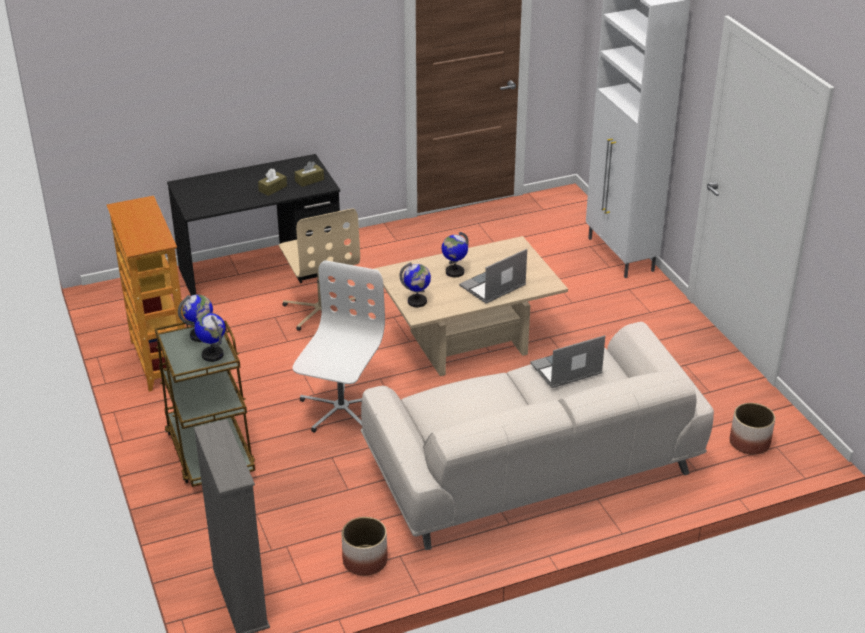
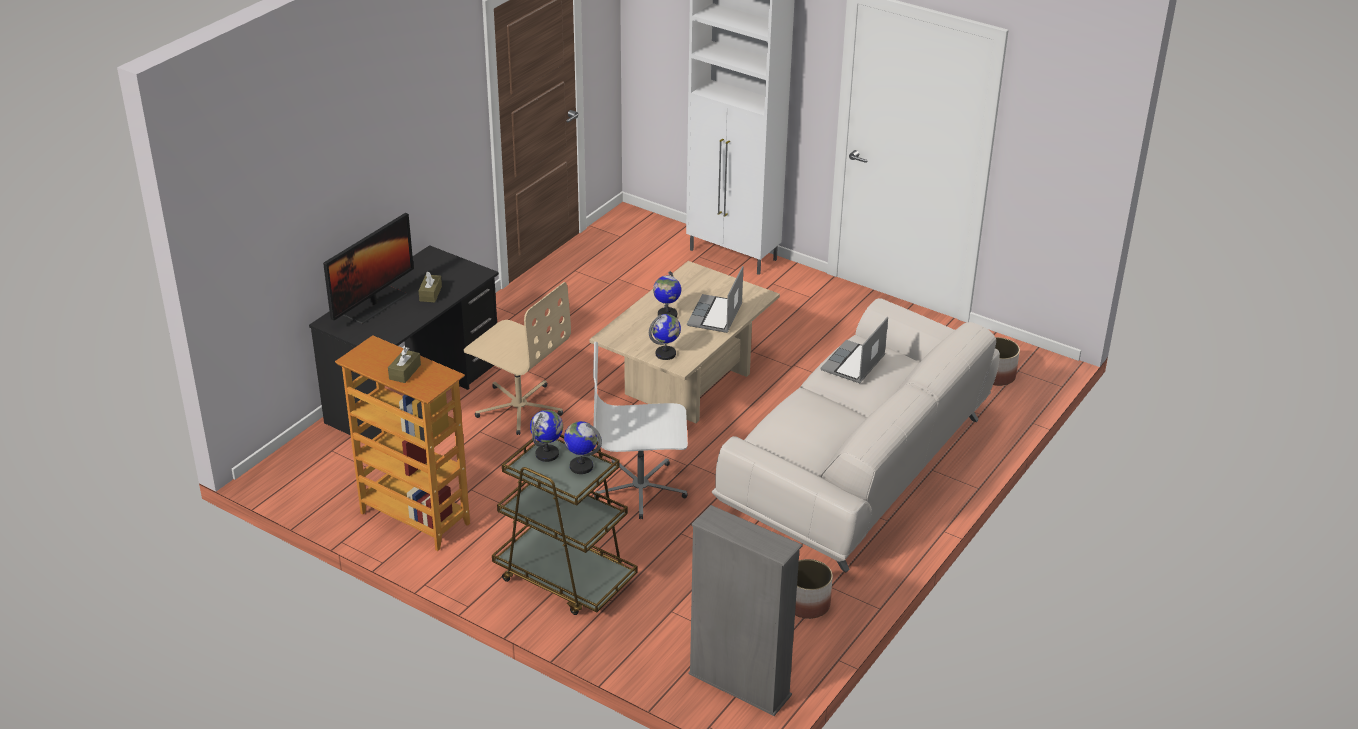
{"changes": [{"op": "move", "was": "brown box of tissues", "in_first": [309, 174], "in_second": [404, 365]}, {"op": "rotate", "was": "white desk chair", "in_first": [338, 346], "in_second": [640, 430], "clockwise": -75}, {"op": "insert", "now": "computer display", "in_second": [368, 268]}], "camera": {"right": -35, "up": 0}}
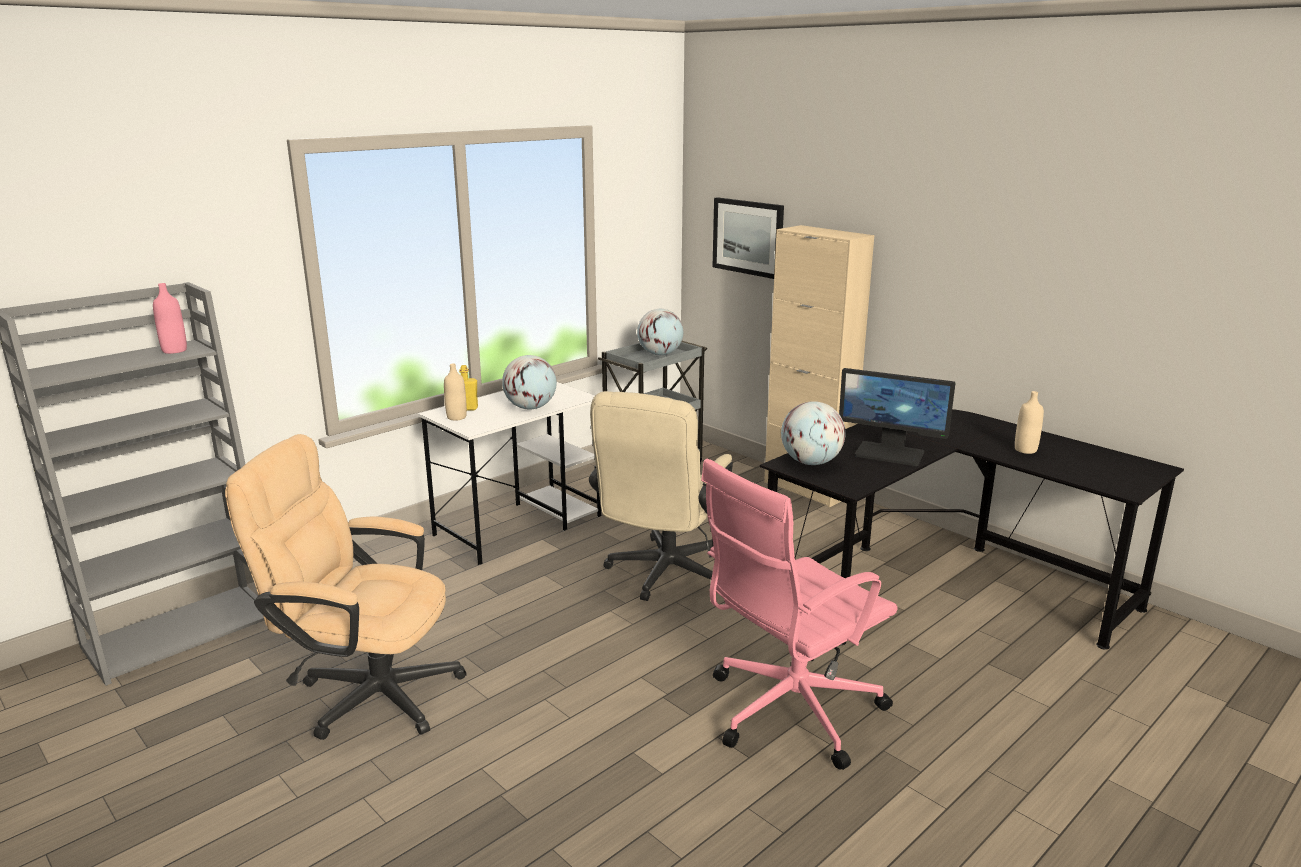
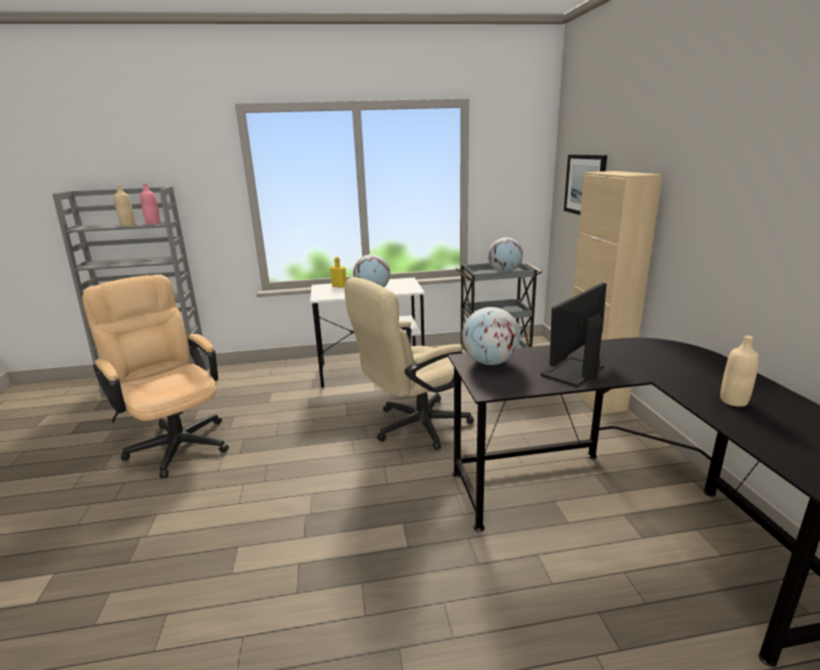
{"changes": [{"op": "move", "was": "sand-coloured bottle", "in_first": [455, 392], "in_second": [124, 205]}, {"op": "rotate", "was": "computer display", "in_first": [897, 417], "in_second": [573, 335], "clockwise": 75}, {"op": "delete", "was": "pink-coloured desk chair", "in_first": [799, 614]}], "camera": {"right": 35, "up": 0}}
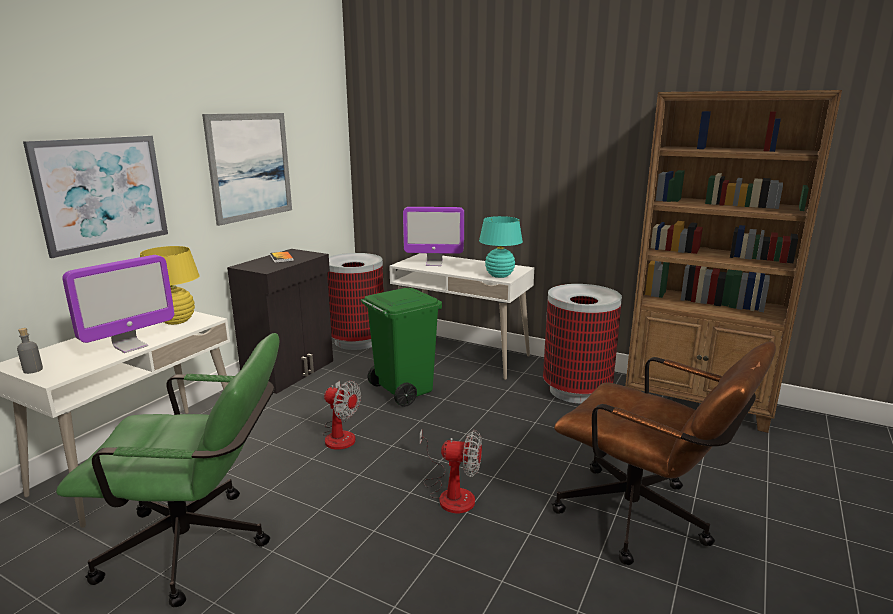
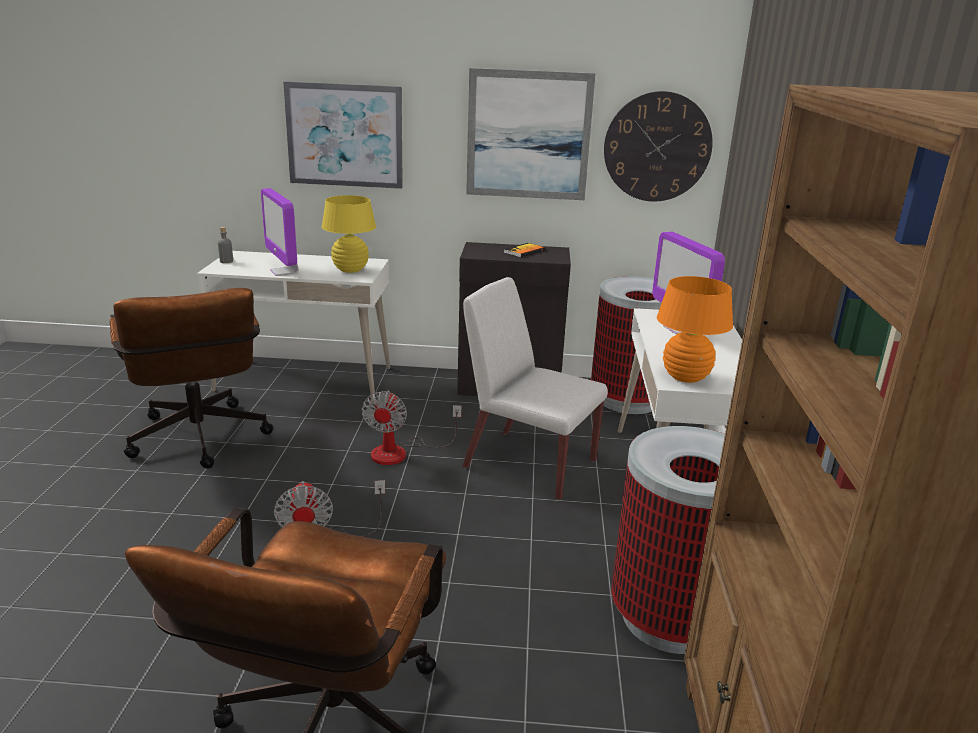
{"changes": [{"op": "recolor", "was": "turquoise-coloured lamp for a table", "now": "orange lamp for a table", "in_first": [501, 247], "in_second": [695, 329]}, {"op": "rotate", "was": "computer display", "in_first": [118, 304], "in_second": [280, 232], "clockwise": 45}, {"op": "replace", "was": "greenish rubbish bin", "now": "white plain chair", "in_first": [401, 347], "in_second": [535, 388]}, {"op": "recolor", "was": "greenish desk chair", "now": "brown desk chair", "in_first": [168, 470], "in_second": [191, 378]}, {"op": "insert", "now": "hanging clock", "in_second": [658, 146]}], "camera": {"right": 65, "up": 5}}
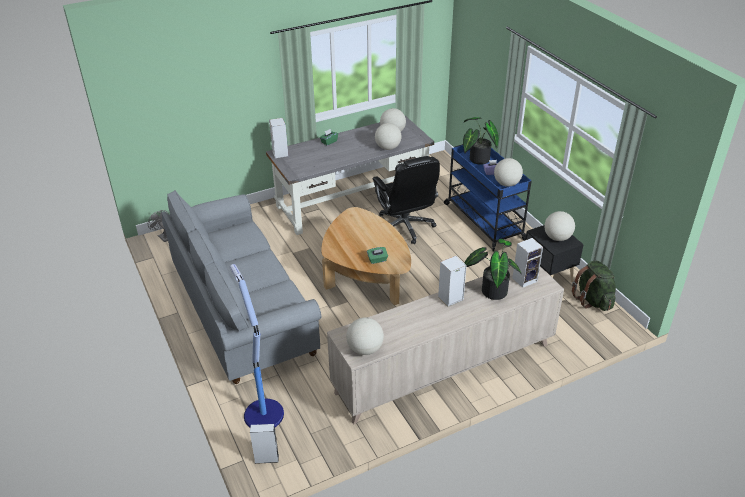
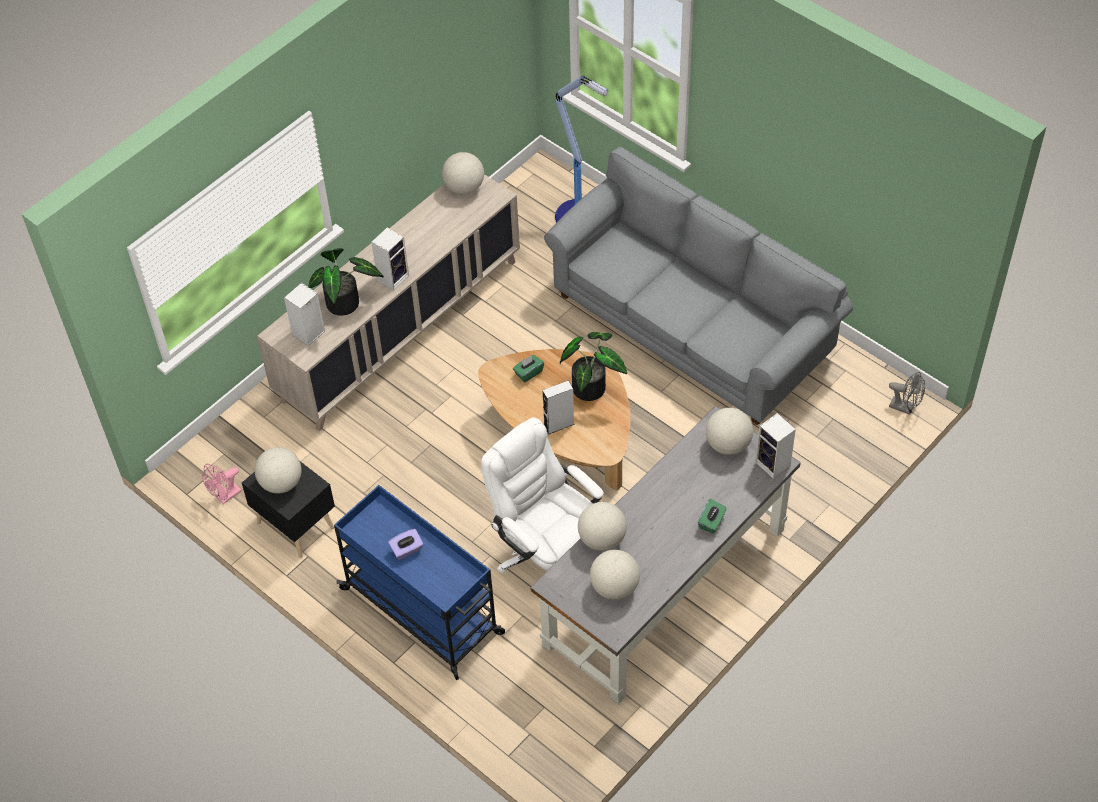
{"changes": [{"op": "move", "was": "houseplant", "in_first": [481, 141], "in_second": [593, 366]}, {"op": "recolor", "was": "blackish desk chair", "now": "white desk chair", "in_first": [406, 200], "in_second": [542, 495]}, {"op": "move", "was": "world globe", "in_first": [508, 172], "in_second": [729, 431]}, {"op": "replace", "was": "greenish knapsack", "now": "pink-coloured cooling fan", "in_first": [594, 286], "in_second": [222, 484]}, {"op": "move", "was": "grey speaker", "in_first": [264, 444], "in_second": [558, 408]}], "camera": {"right": 160, "up": 15}}
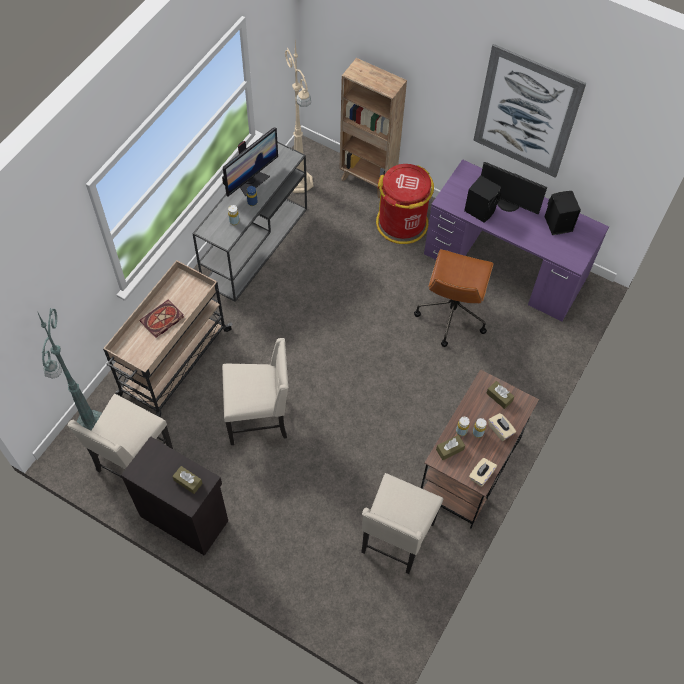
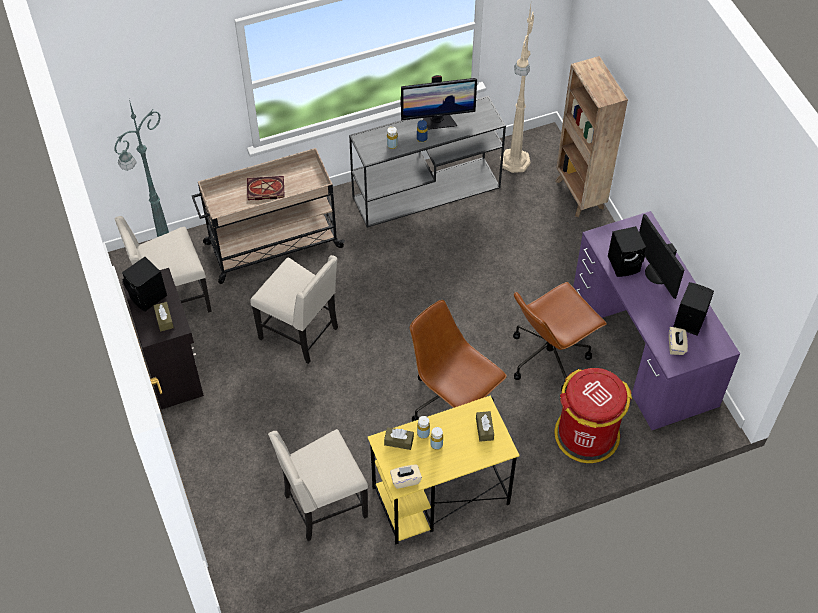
{"changes": [{"op": "delete", "was": "wall art", "in_first": [529, 111]}, {"op": "move", "was": "reddish rubbish bin", "in_first": [405, 204], "in_second": [593, 415]}, {"op": "recolor", "was": "brown desk unit", "now": "yellowish desk unit", "in_first": [480, 448], "in_second": [444, 470]}, {"op": "move", "was": "sand-coloured box of tissues", "in_first": [502, 427], "in_second": [678, 341]}, {"op": "insert", "now": "blackish speaker", "in_second": [144, 284]}, {"op": "insert", "now": "brown desk chair", "in_second": [458, 361]}], "camera": {"right": 40, "up": -5}}
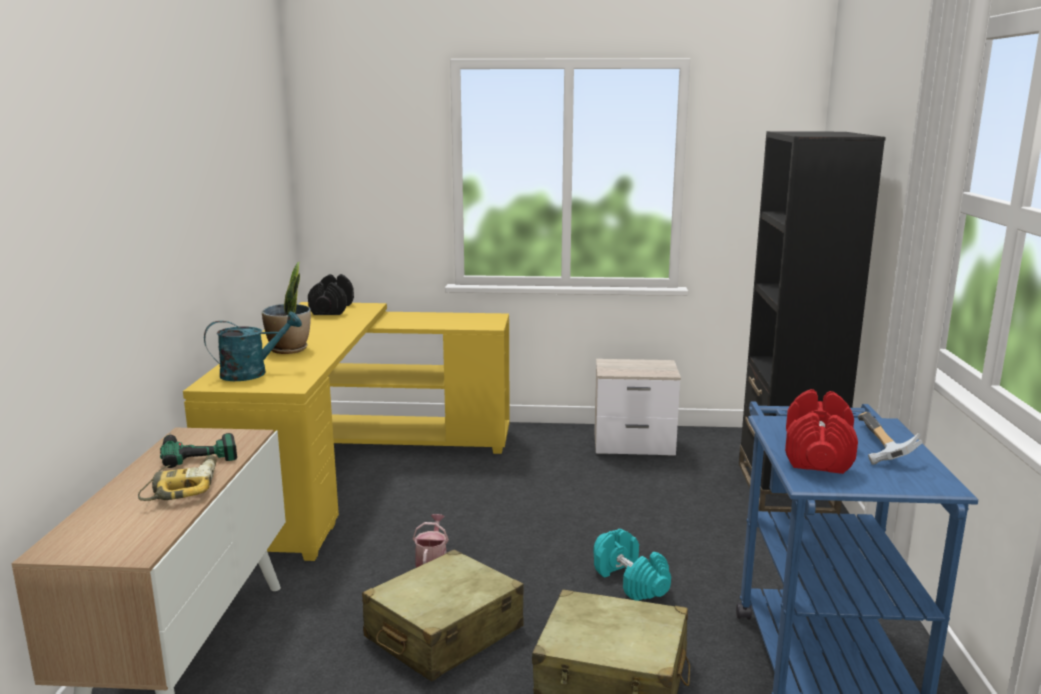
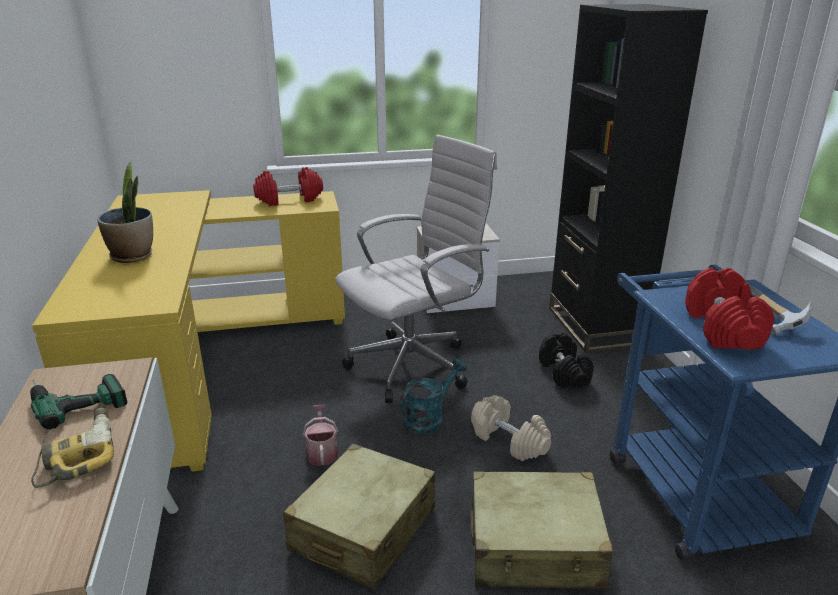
{"changes": [{"op": "move", "was": "blackish hand weight", "in_first": [331, 294], "in_second": [566, 360]}, {"op": "move", "was": "turquoise-coloured watering pot", "in_first": [253, 346], "in_second": [433, 396]}, {"op": "recolor", "was": "turquoise-coloured hand weight", "now": "sand-coloured hand weight", "in_first": [632, 565], "in_second": [511, 428]}, {"op": "insert", "now": "white desk chair", "in_second": [416, 268]}, {"op": "insert", "now": "reddish hand weight", "in_second": [288, 186]}], "camera": {"right": -15, "up": 10}}
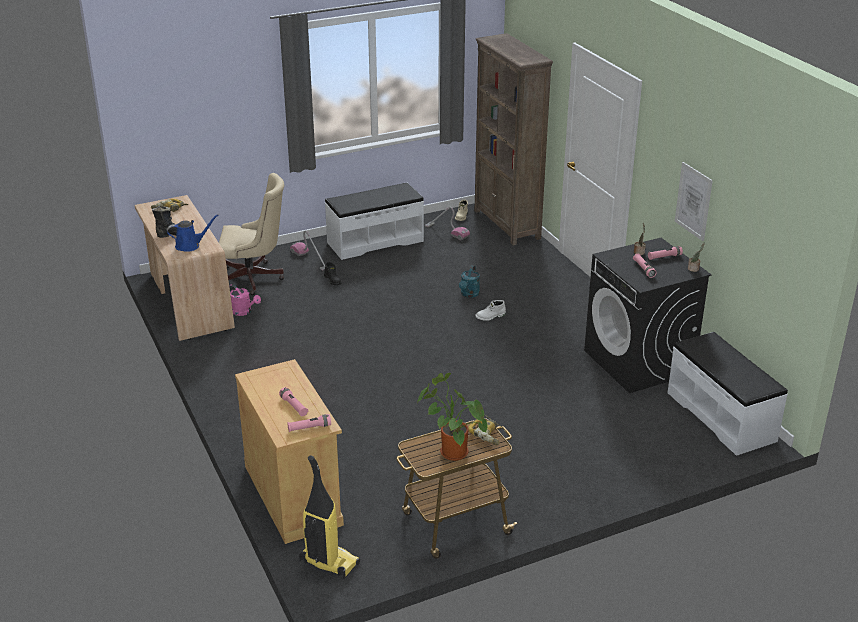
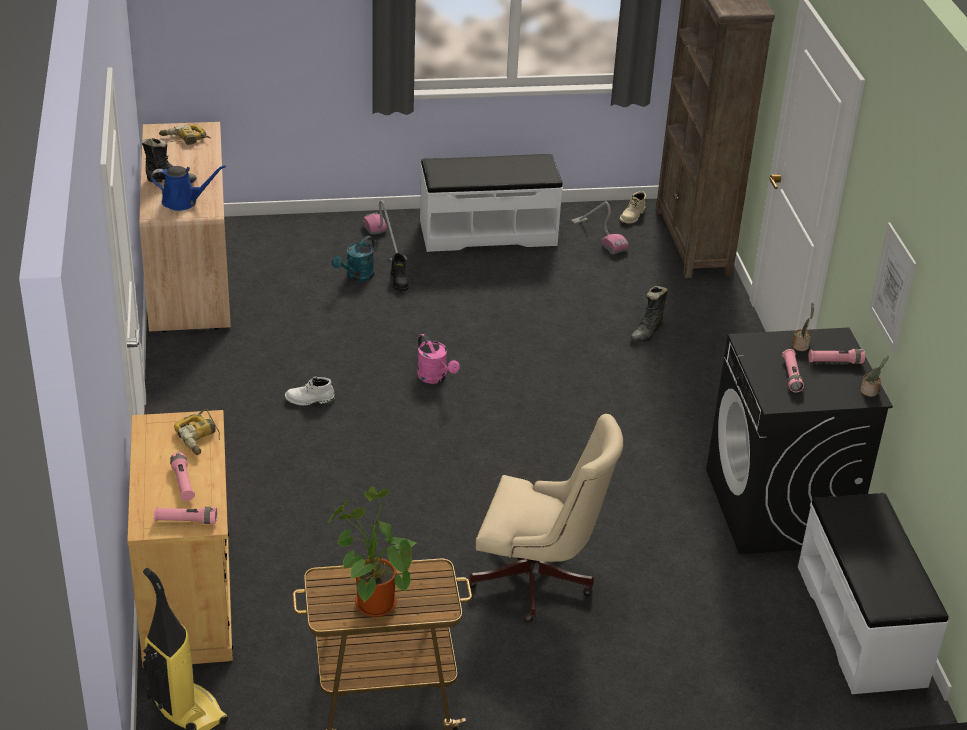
{"changes": [{"op": "move", "was": "sand-coloured desk chair", "in_first": [251, 234], "in_second": [546, 518]}, {"op": "move", "was": "turquoise-coloured watering pot", "in_first": [469, 281], "in_second": [353, 259]}, {"op": "move", "was": "pink-coloured watering pot", "in_first": [245, 300], "in_second": [438, 359]}, {"op": "move", "was": "white tall boot", "in_first": [490, 310], "in_second": [310, 391]}, {"op": "move", "was": "power drill", "in_first": [487, 429], "in_second": [197, 431]}, {"op": "insert", "now": "blackish tall boot", "in_second": [649, 314]}], "camera": {"right": 15, "up": 5}}
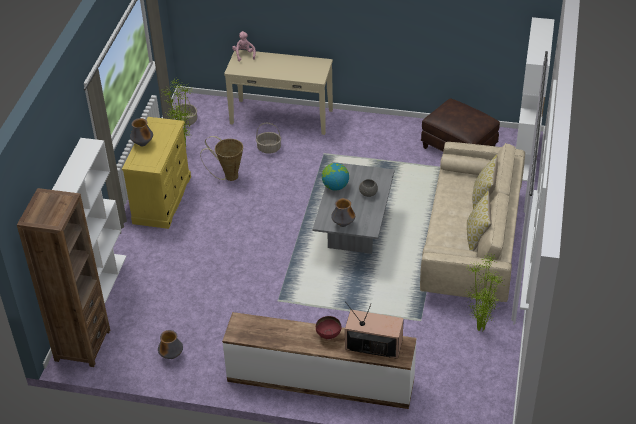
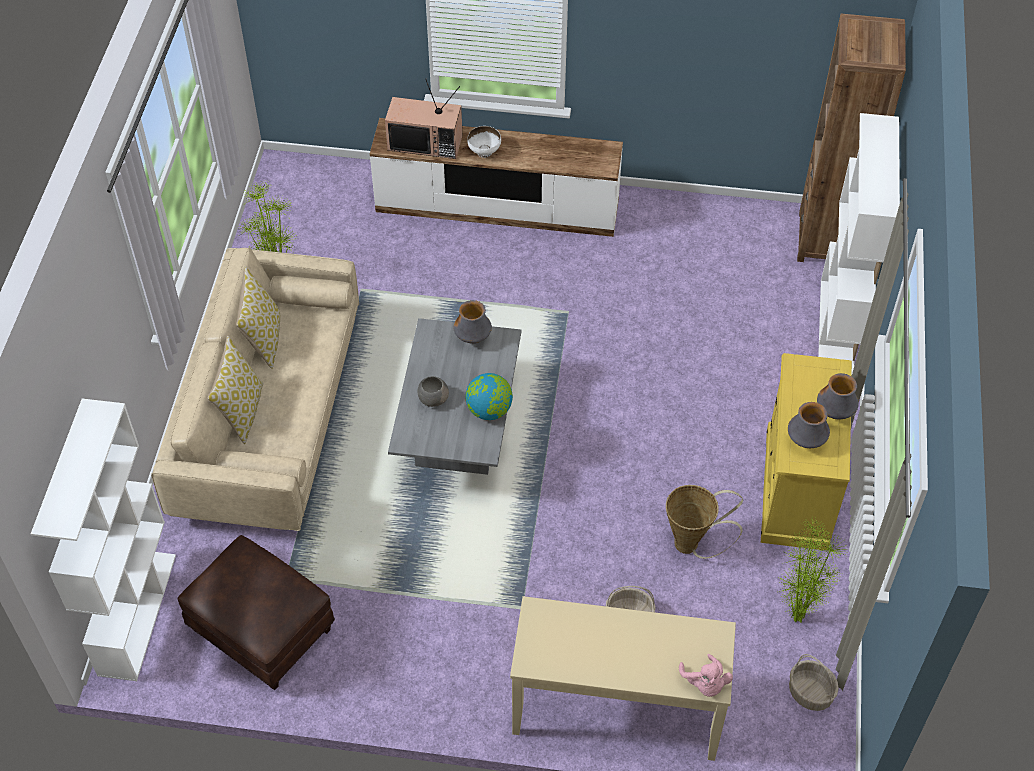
{"changes": [{"op": "recolor", "was": "reddish deep dish", "now": "white deep dish", "in_first": [328, 328], "in_second": [484, 142]}, {"op": "move", "was": "decorative vase", "in_first": [170, 344], "in_second": [809, 425]}], "camera": {"right": 175, "up": 10}}
